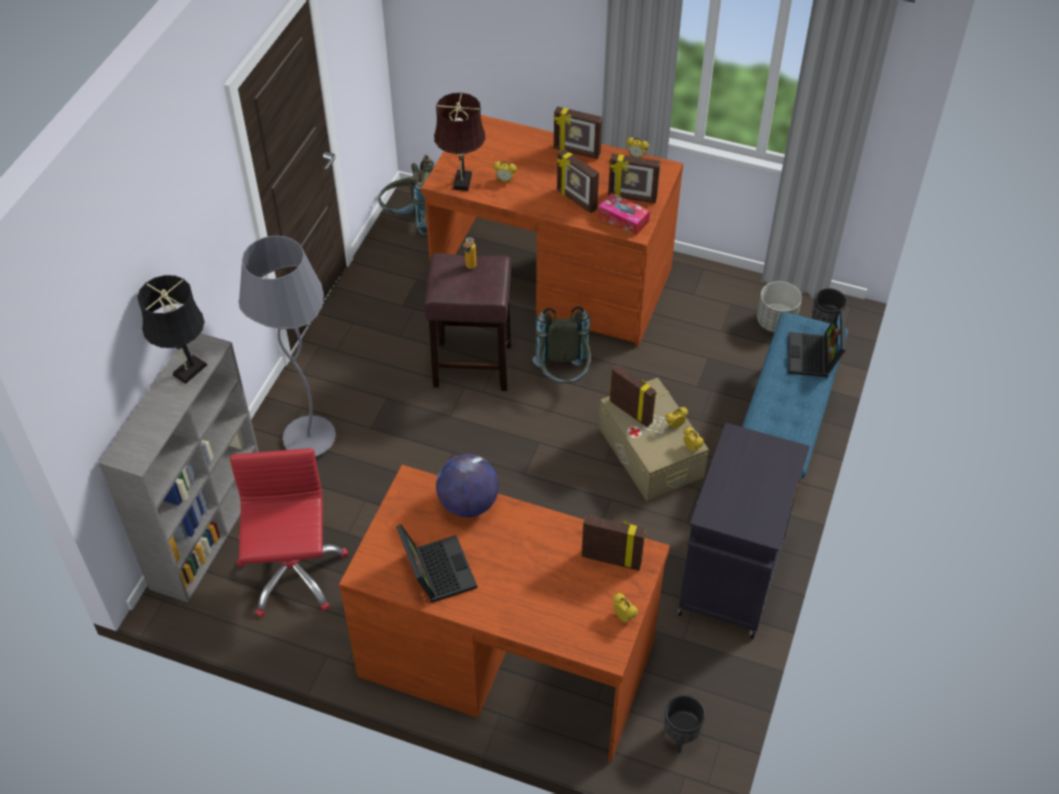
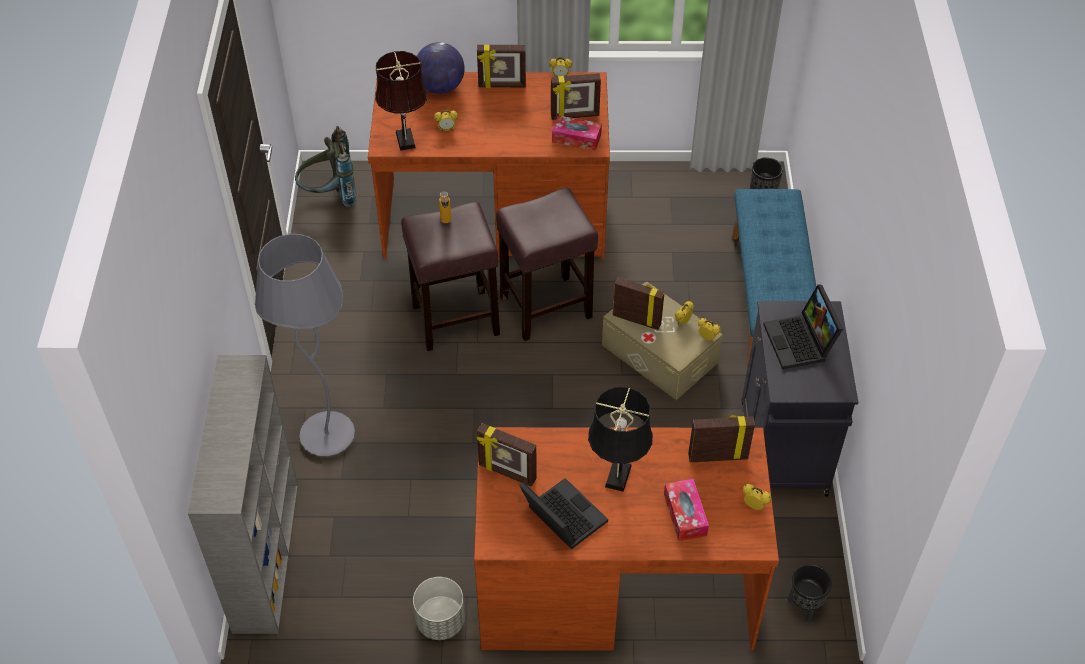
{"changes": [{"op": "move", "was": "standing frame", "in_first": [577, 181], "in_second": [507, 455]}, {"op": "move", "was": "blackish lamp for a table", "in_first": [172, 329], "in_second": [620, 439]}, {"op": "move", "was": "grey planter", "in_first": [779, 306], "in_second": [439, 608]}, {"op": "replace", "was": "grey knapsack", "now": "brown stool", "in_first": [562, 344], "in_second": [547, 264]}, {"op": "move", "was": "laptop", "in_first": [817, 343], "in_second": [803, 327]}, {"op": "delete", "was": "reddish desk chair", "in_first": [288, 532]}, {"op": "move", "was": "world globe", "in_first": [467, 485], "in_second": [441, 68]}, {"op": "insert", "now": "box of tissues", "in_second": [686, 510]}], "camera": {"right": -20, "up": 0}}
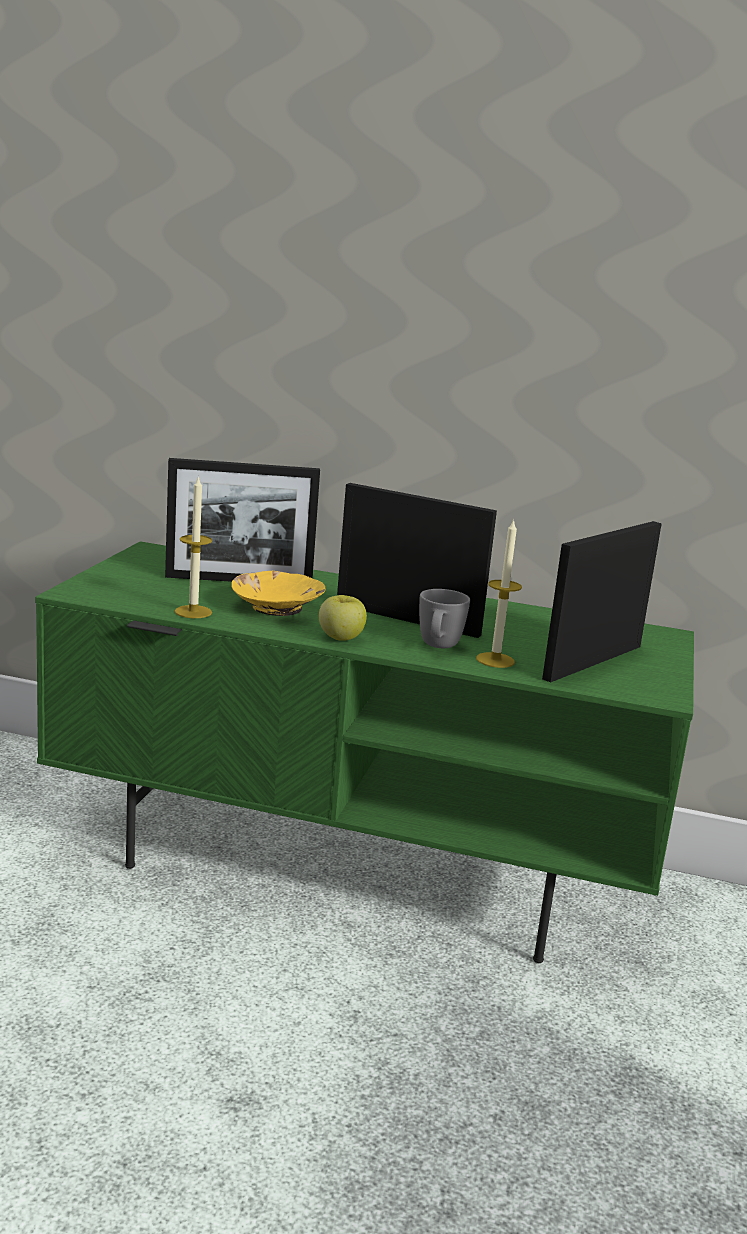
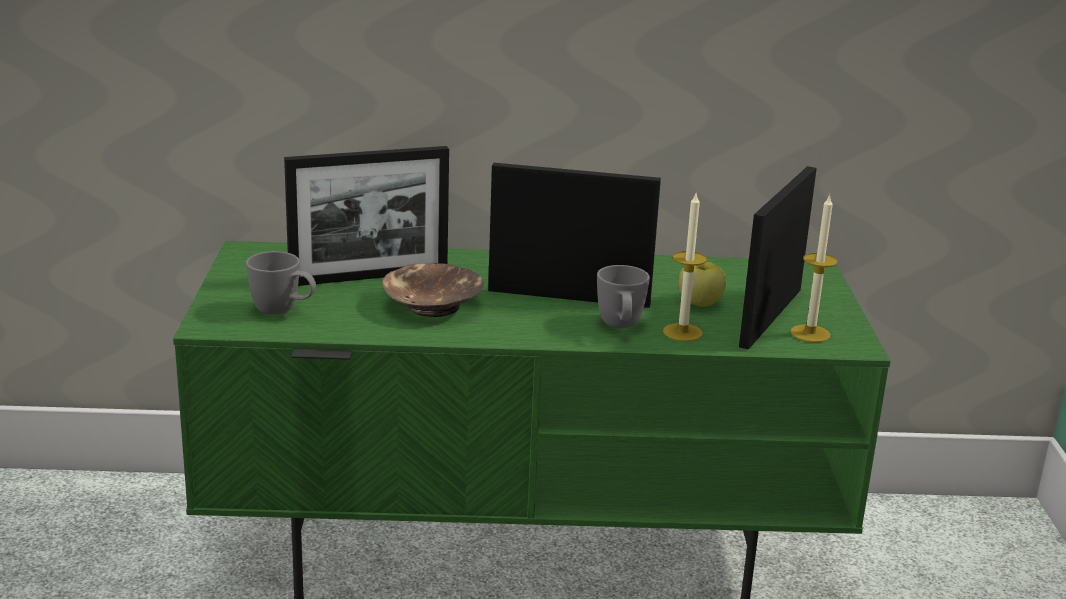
{"changes": [{"op": "move", "was": "candle", "in_first": [193, 547], "in_second": [814, 268]}, {"op": "recolor", "was": "yellowish deep dish", "now": "brown deep dish", "in_first": [279, 593], "in_second": [433, 290]}, {"op": "move", "was": "apple fruit", "in_first": [343, 617], "in_second": [702, 284]}, {"op": "insert", "now": "grey coffee mug", "in_second": [281, 282]}], "camera": {"right": -15, "up": 5}}
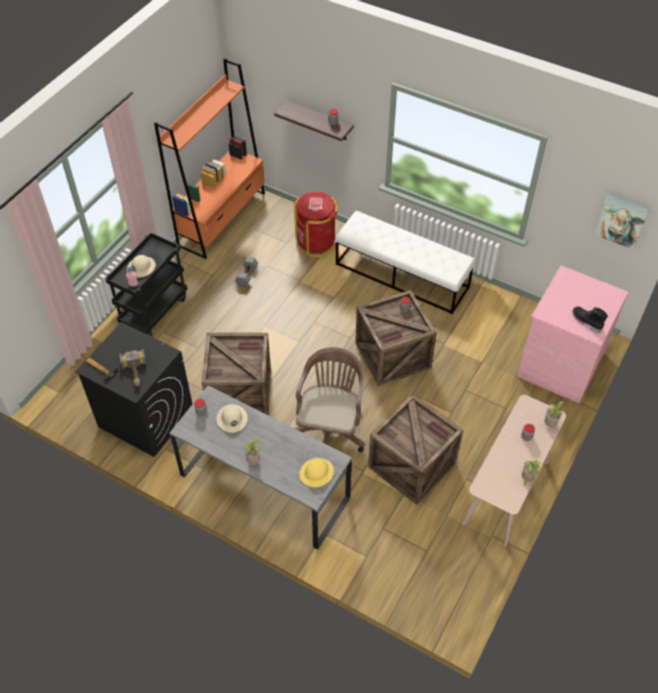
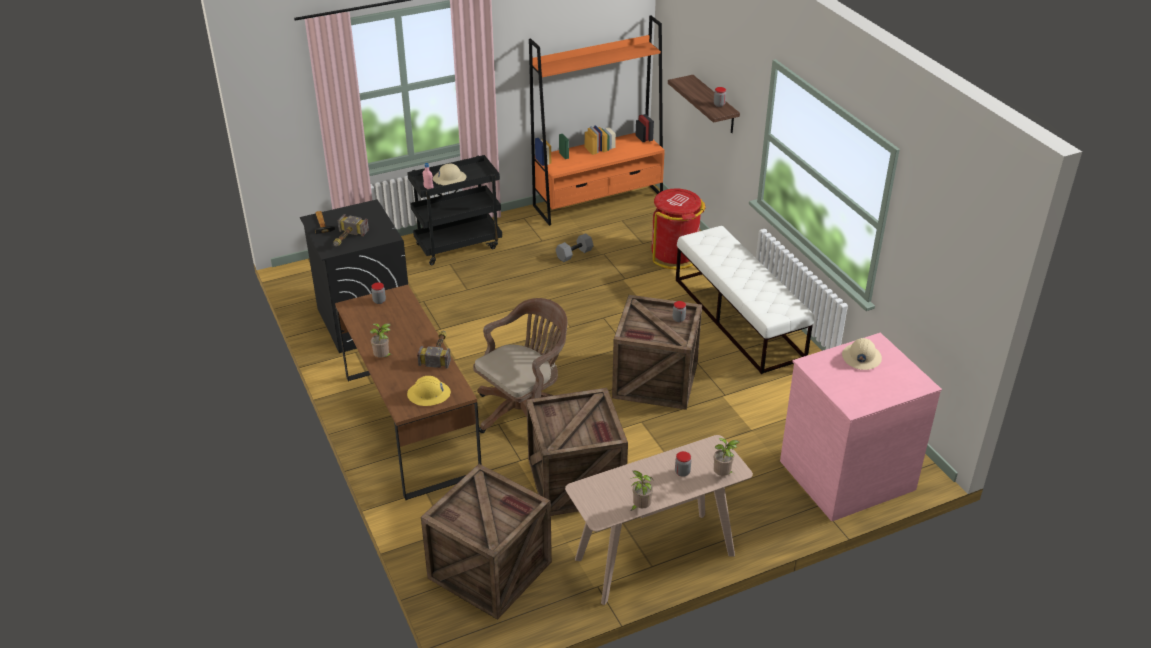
{"changes": [{"op": "delete", "was": "wall art", "in_first": [621, 222]}, {"op": "delete", "was": "blackish tall boot", "in_first": [590, 319]}, {"op": "move", "was": "shipping crate", "in_first": [236, 374], "in_second": [486, 542]}, {"op": "recolor", "was": "grey desk unit", "now": "brown desk unit", "in_first": [261, 468], "in_second": [408, 392]}, {"op": "move", "was": "sand-coloured safety helmet", "in_first": [232, 418], "in_second": [862, 354]}, {"op": "insert", "now": "hammer", "in_second": [434, 349]}], "camera": {"right": 35, "up": -15}}
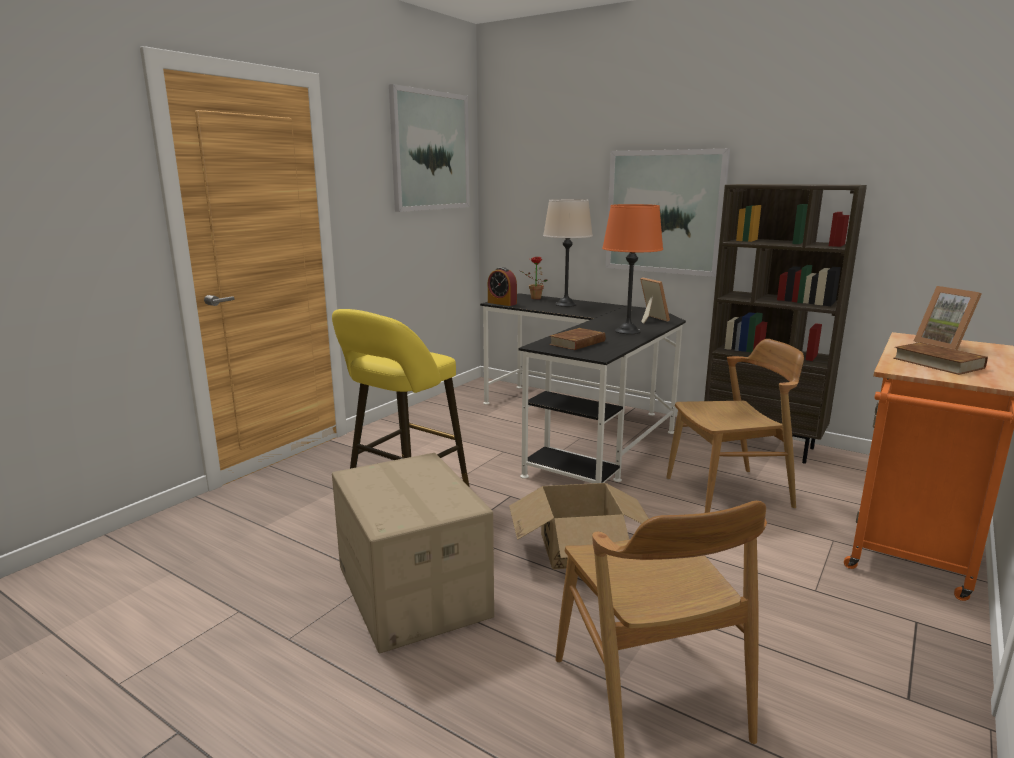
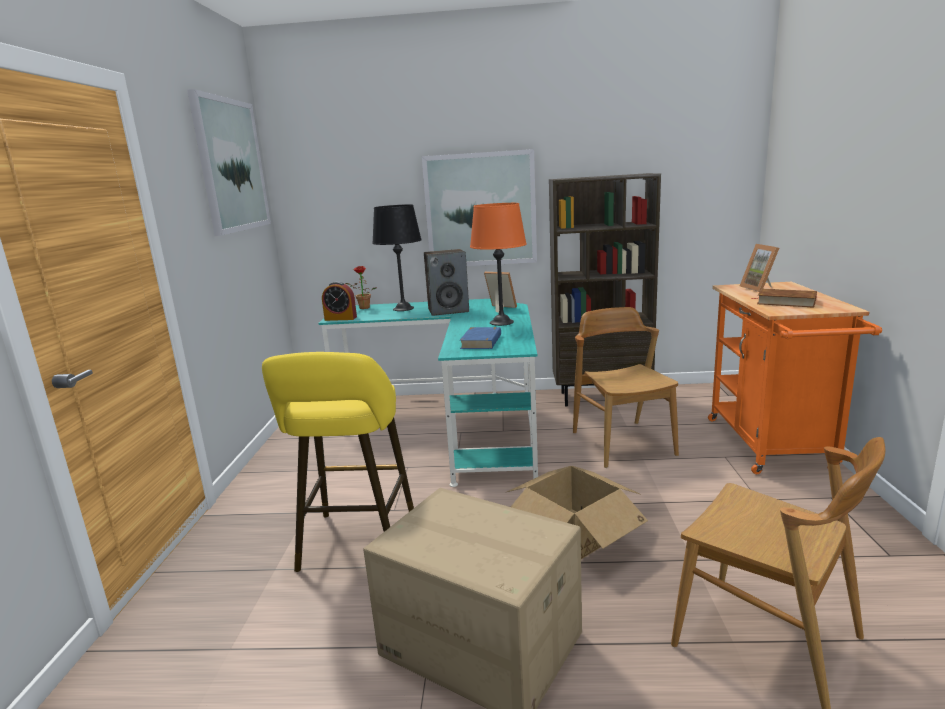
{"changes": [{"op": "recolor", "was": "sand-coloured lamp for a table", "now": "blackish lamp for a table", "in_first": [568, 253], "in_second": [397, 257]}, {"op": "rotate", "was": "standing frame", "in_first": [948, 318], "in_second": [759, 268], "clockwise": 45}, {"op": "recolor", "was": "blackish desk unit", "now": "turquoise-coloured desk unit", "in_first": [583, 388], "in_second": [428, 393]}, {"op": "recolor", "was": "brown bound book", "now": "bluish bound book", "in_first": [577, 339], "in_second": [480, 338]}, {"op": "rotate", "was": "brown plain chair", "in_first": [735, 426], "in_second": [626, 387], "clockwise": -60}, {"op": "insert", "now": "speaker", "in_second": [446, 282]}], "camera": {"right": -30, "up": 0}}
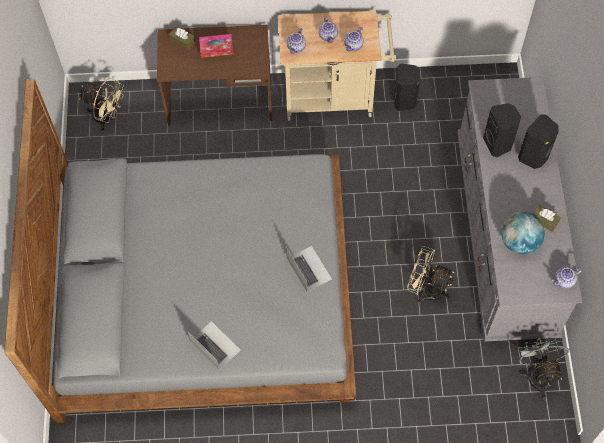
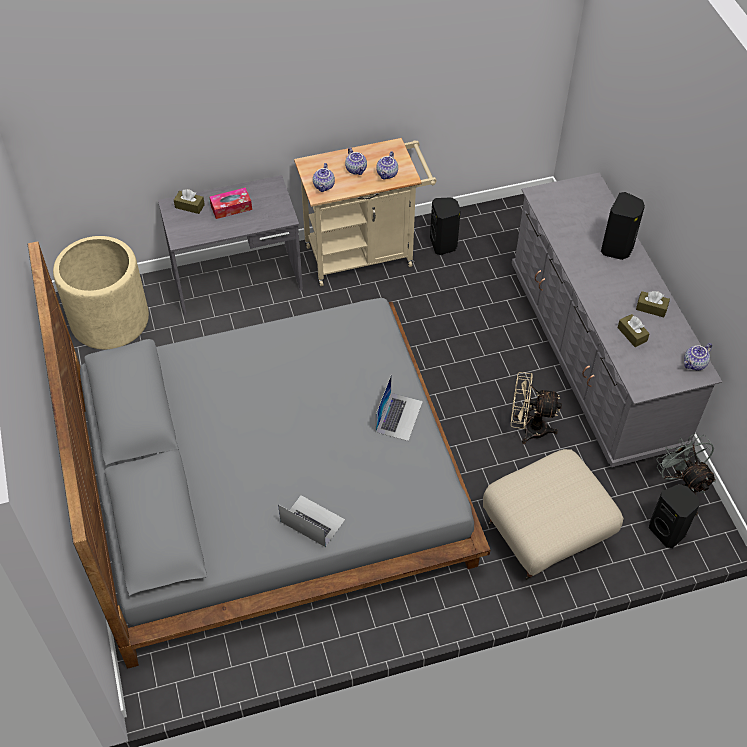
{"changes": [{"op": "recolor", "was": "brown desk unit", "now": "grey desk unit", "in_first": [214, 75], "in_second": [230, 245]}, {"op": "replace", "was": "sand-coloured cooling fan", "now": "sand-coloured planter", "in_first": [101, 104], "in_second": [101, 292]}, {"op": "move", "was": "blackish speaker", "in_first": [502, 130], "in_second": [674, 516]}, {"op": "replace", "was": "world globe", "now": "brown box of tissues", "in_first": [523, 233], "in_second": [633, 330]}, {"op": "rotate", "was": "laptop", "in_first": [309, 269], "in_second": [399, 407], "clockwise": 60}, {"op": "insert", "now": "sand-coloured pouffe", "in_second": [553, 514]}], "camera": {"right": -15, "up": -10}}
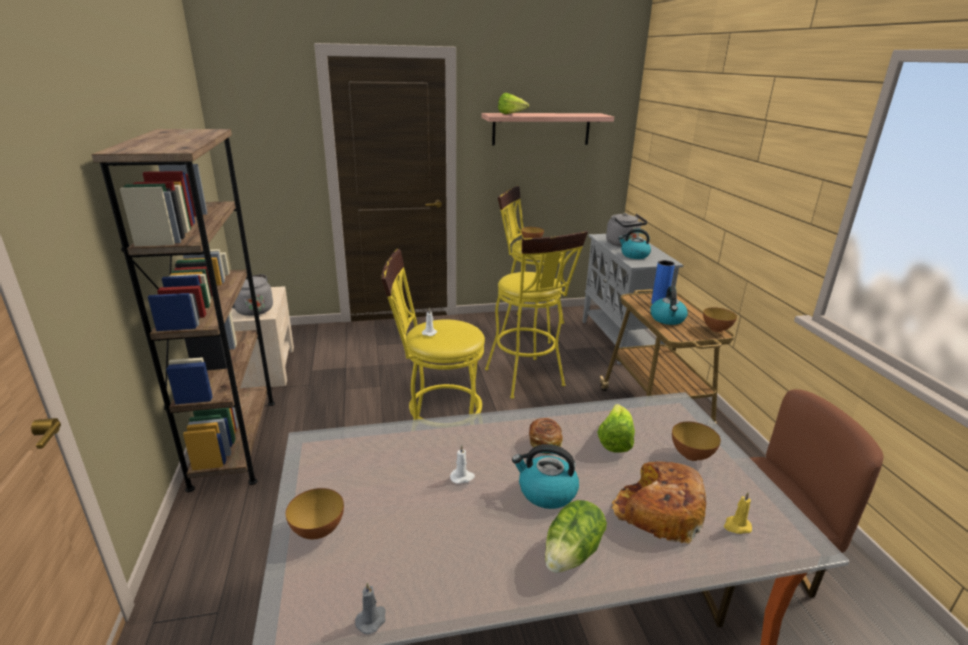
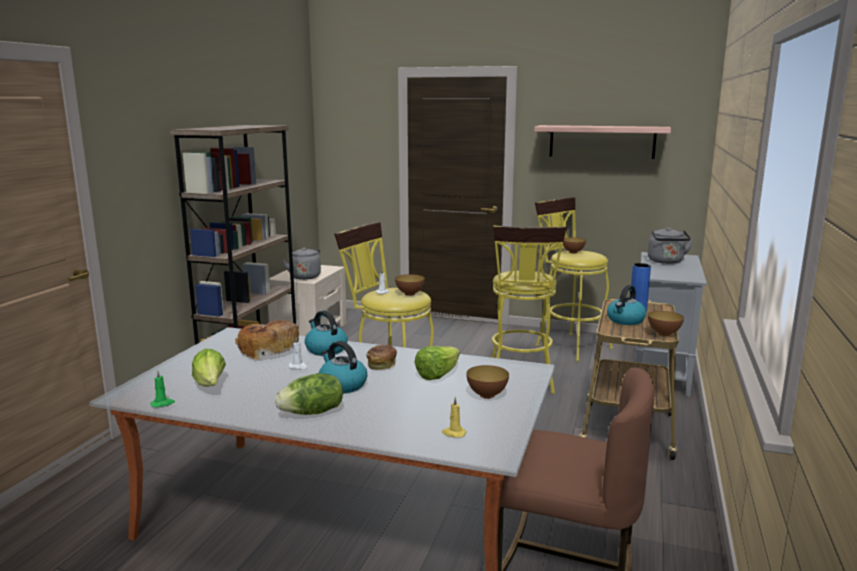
{"changes": [{"op": "move", "was": "lettuce", "in_first": [513, 103], "in_second": [209, 368]}, {"op": "move", "was": "water kettle", "in_first": [634, 243], "in_second": [326, 333]}, {"op": "move", "was": "baked bread", "in_first": [658, 502], "in_second": [267, 340]}, {"op": "move", "was": "deep dish", "in_first": [315, 513], "in_second": [410, 285]}, {"op": "recolor", "was": "grey candle", "now": "greenish candle", "in_first": [370, 608], "in_second": [163, 389]}], "camera": {"right": 30, "up": -10}}
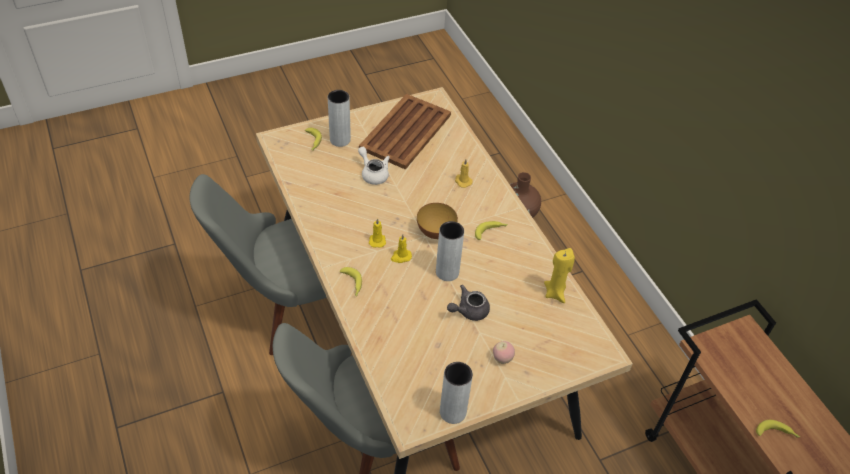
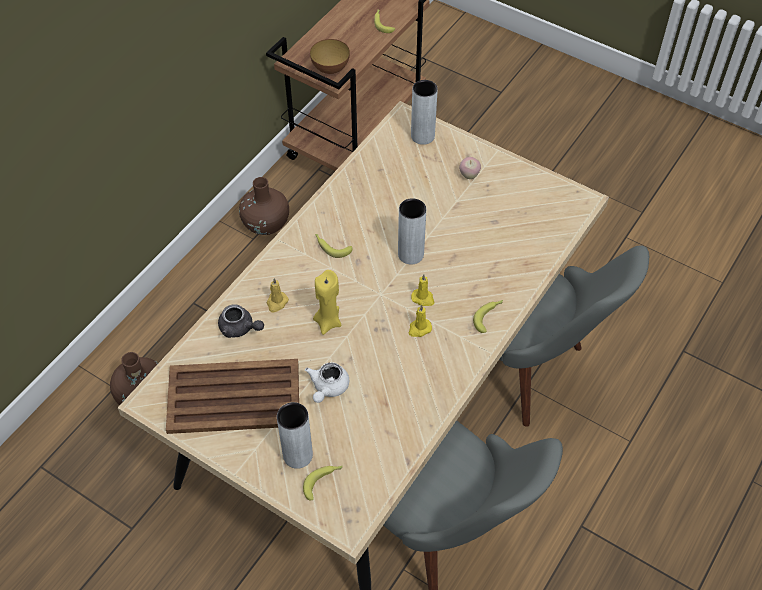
{"changes": [{"op": "move", "was": "deep dish", "in_first": [437, 221], "in_second": [330, 56]}, {"op": "move", "was": "yellowish candle", "in_first": [559, 275], "in_second": [327, 302]}, {"op": "move", "was": "grey teapot", "in_first": [468, 303], "in_second": [241, 321]}, {"op": "move", "was": "grey decorative vase", "in_first": [456, 393], "in_second": [424, 112]}, {"op": "insert", "now": "brown decorative vase", "in_second": [264, 206]}], "camera": {"right": -120, "up": 5}}
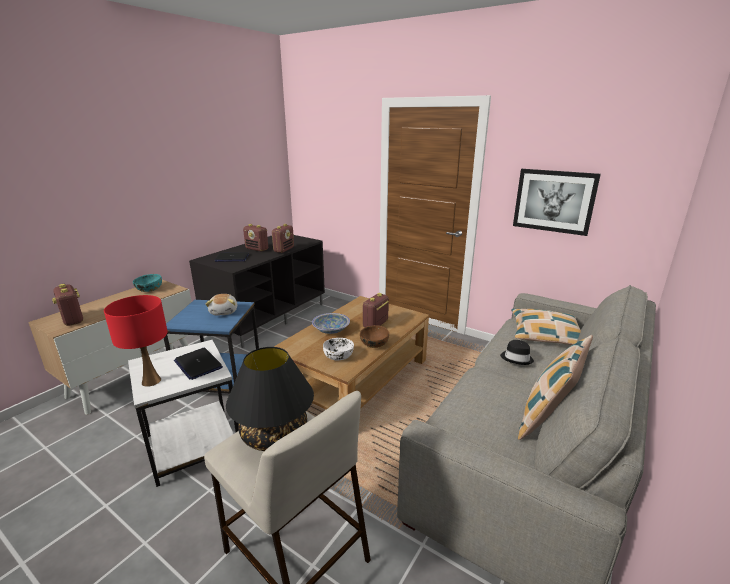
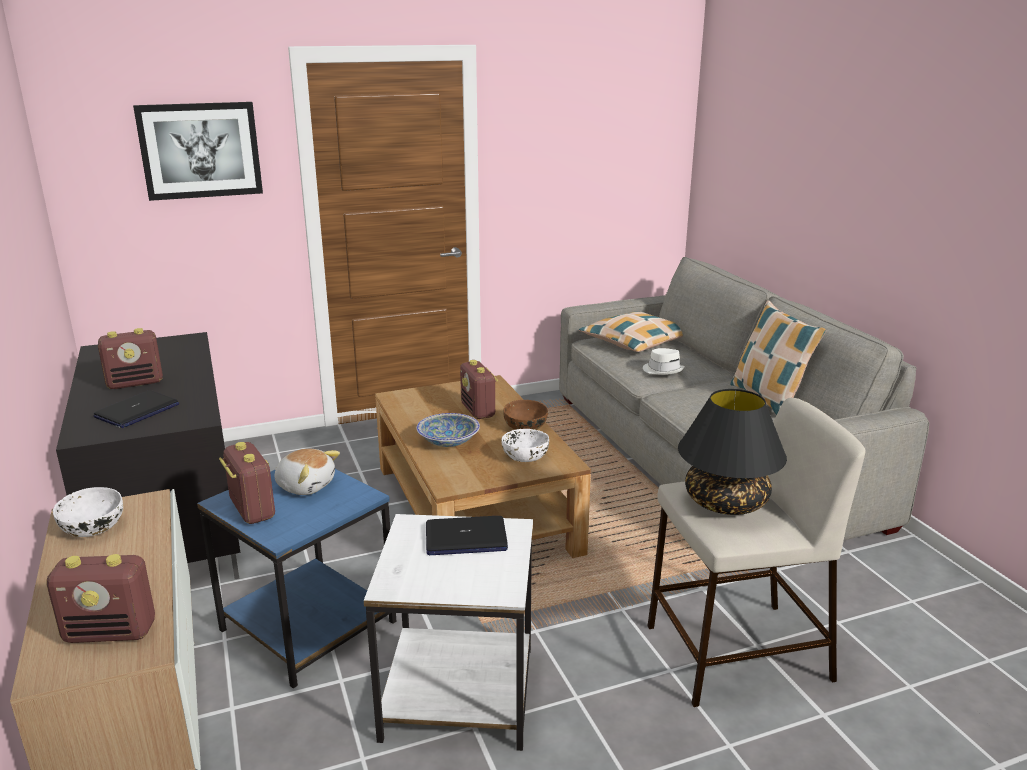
{"changes": [{"op": "move", "was": "wall art", "in_first": [557, 202], "in_second": [198, 151]}, {"op": "move", "was": "radio", "in_first": [283, 238], "in_second": [247, 483]}, {"op": "recolor", "was": "turquoise-coloured deep dish", "now": "white deep dish", "in_first": [147, 283], "in_second": [88, 512]}, {"op": "delete", "was": "reddish lamp for a table", "in_first": [136, 341]}, {"op": "recolor", "was": "blackish wearable hat", "now": "white wearable hat", "in_first": [517, 352], "in_second": [664, 361]}], "camera": {"right": -55, "up": 0}}
